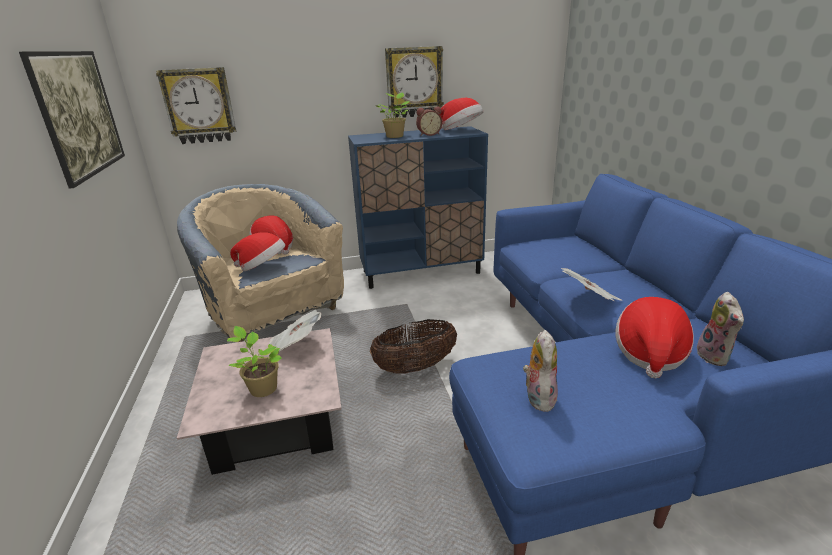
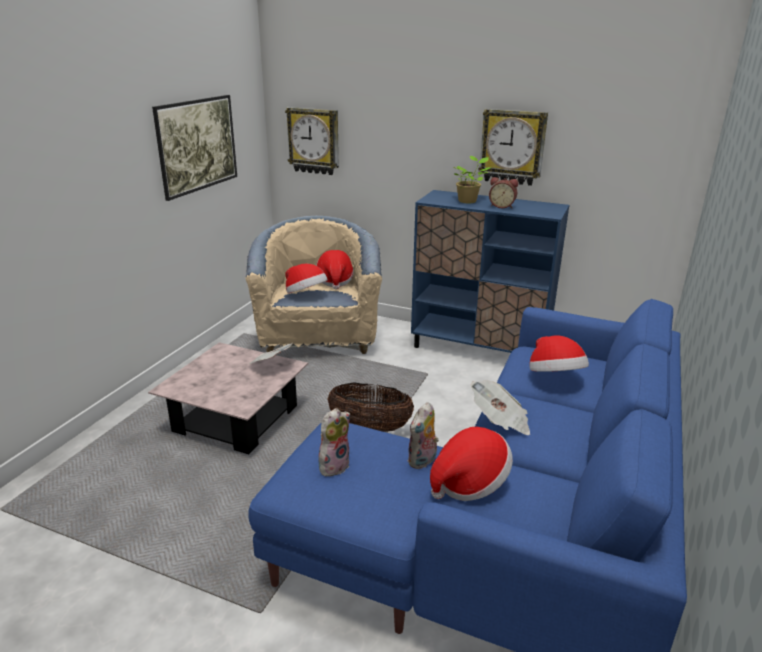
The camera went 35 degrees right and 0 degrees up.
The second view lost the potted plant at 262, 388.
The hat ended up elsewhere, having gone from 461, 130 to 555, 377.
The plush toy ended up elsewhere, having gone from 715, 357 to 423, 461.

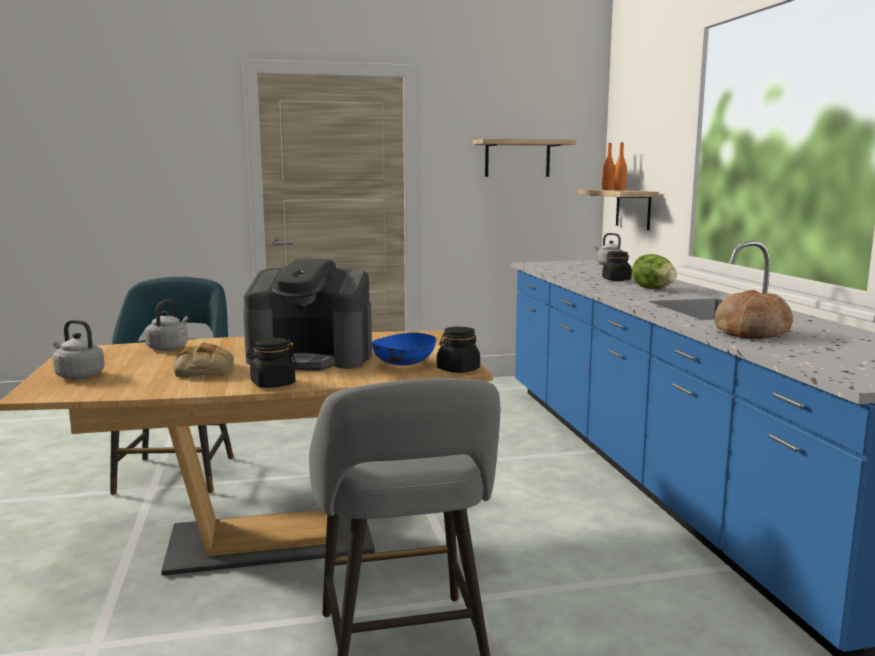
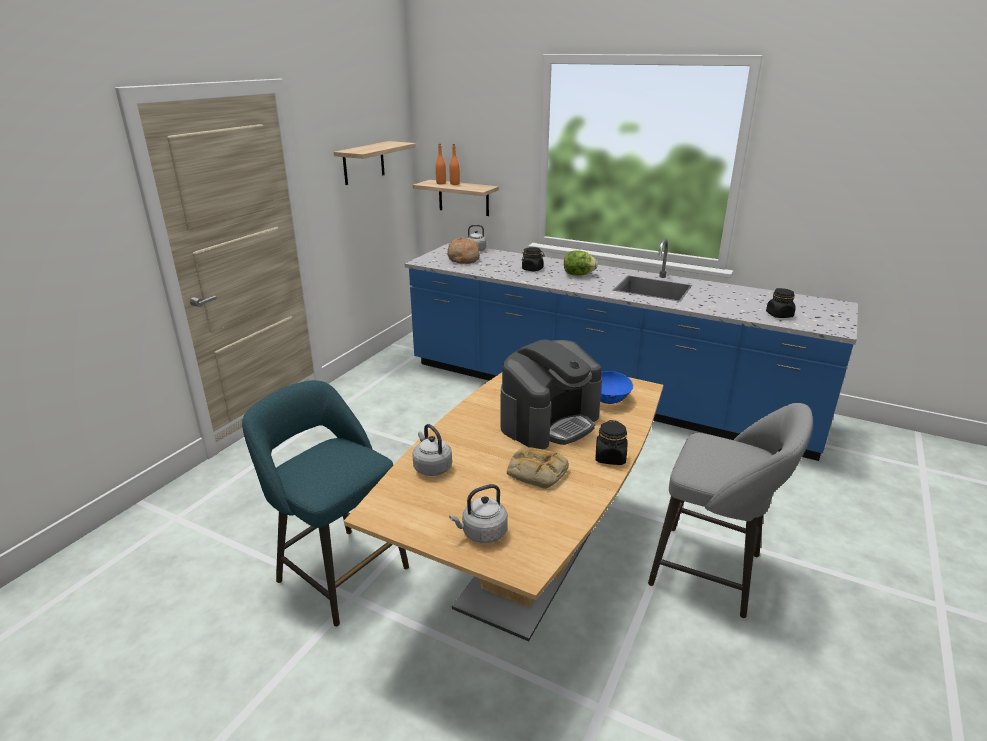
The camera went 50 degrees left and 15 degrees up.
The black jar ended up elsewhere, having gone from 458, 370 to 779, 315.
The bread ended up elsewhere, having gone from 750, 332 to 463, 259.

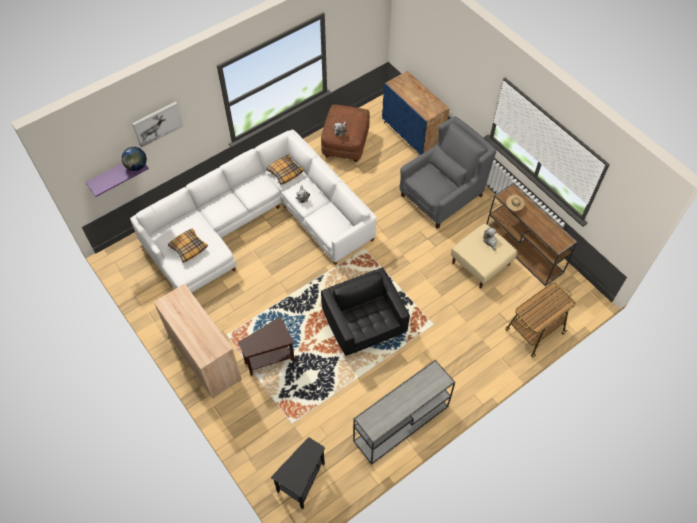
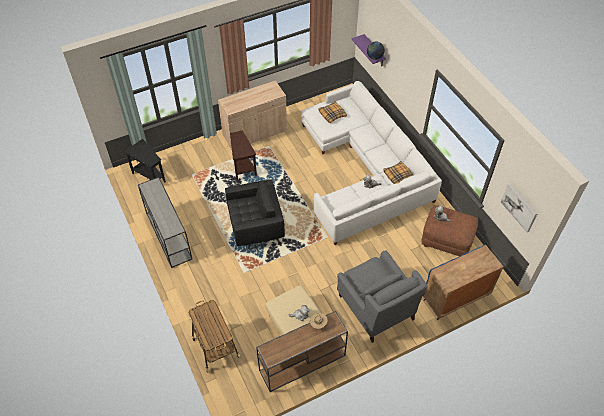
The camera went 100 degrees right and 5 degrees down.
The picture ended up elsewhere, having gone from 157, 123 to 519, 207.

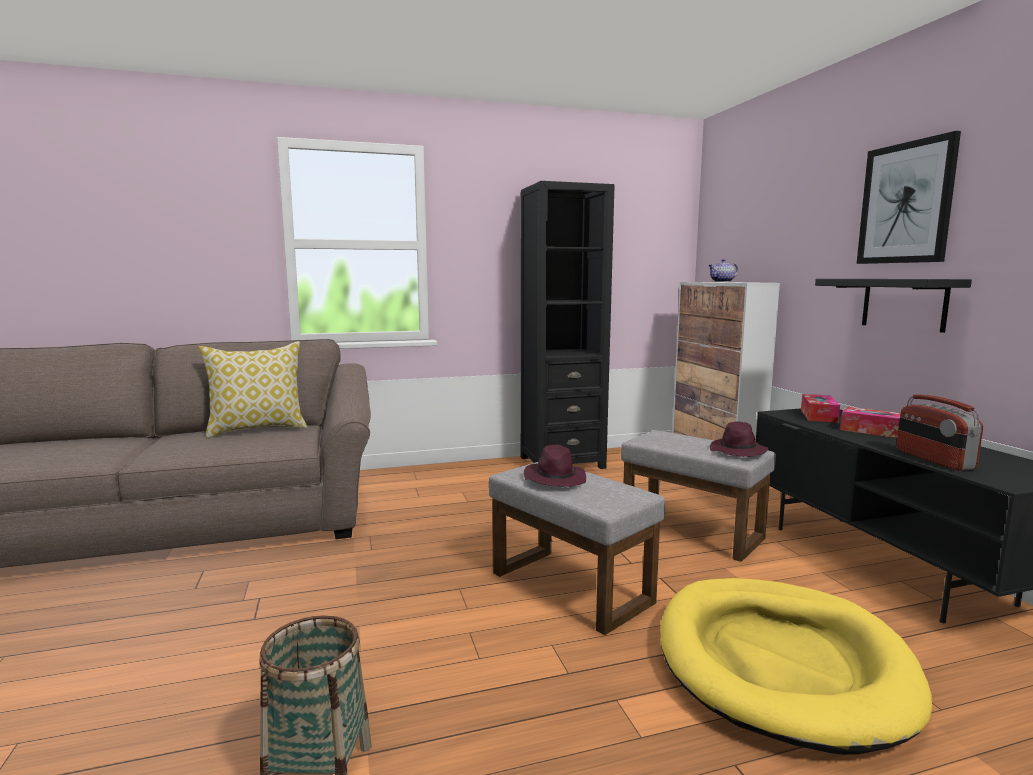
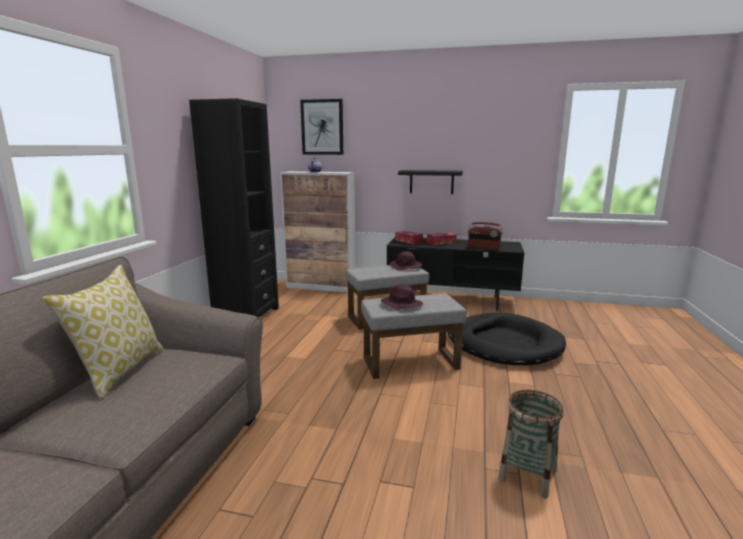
The camera went 60 degrees left and 5 degrees up.
What was the yellow dog bed at 780, 663 turned into the black dog bed at 503, 343.
The picture ended up elsewhere, having gone from 906, 203 to 322, 127.

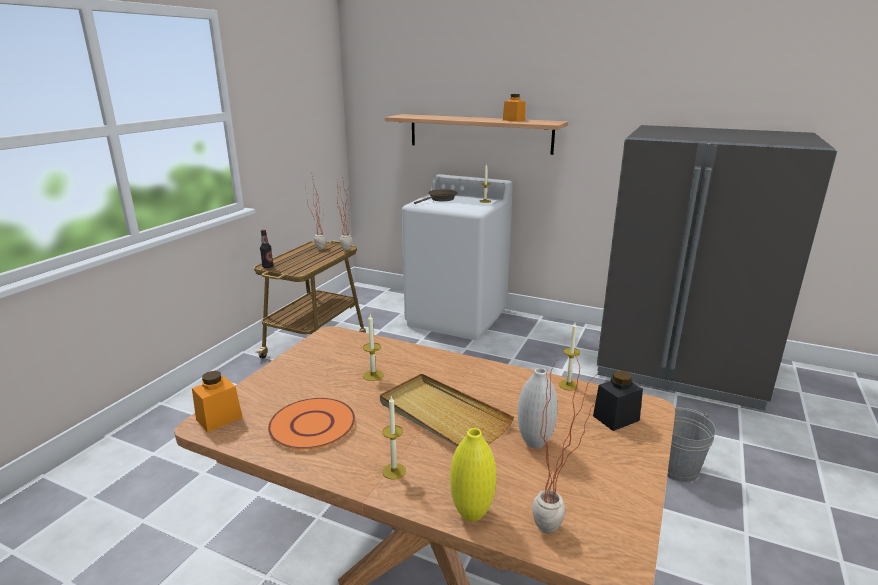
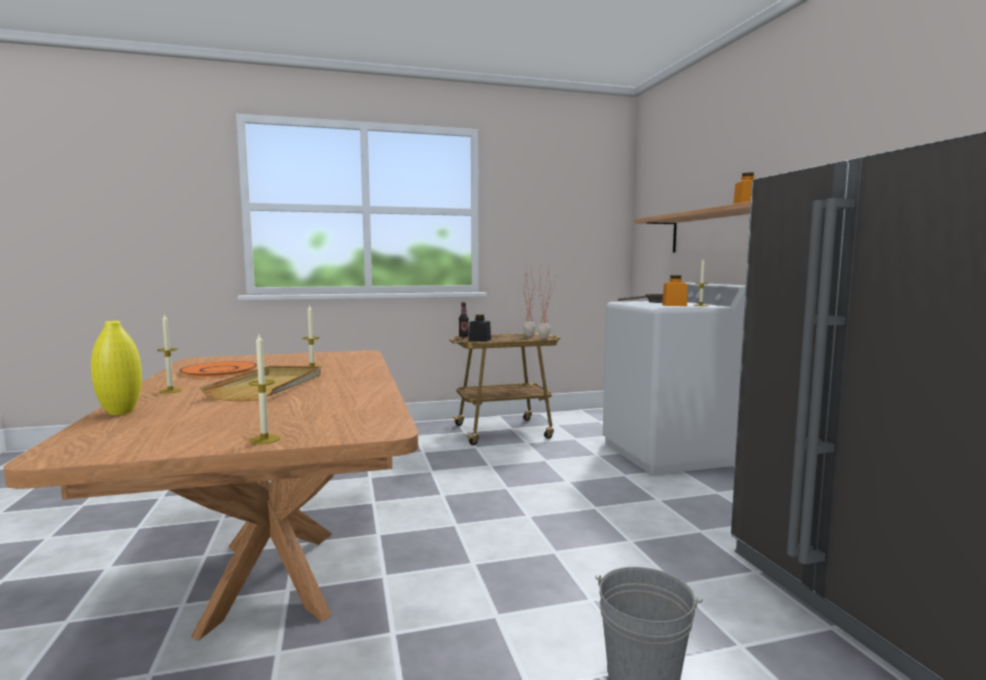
The camera went 50 degrees right and 15 degrees down.
The orange jar ended up elsewhere, having gone from 219, 418 to 674, 305.
The second view lost the white vase at 534, 443.
The second view lost the potted plant at 557, 529.
The candle ended up elsewhere, having gone from 568, 385 to 264, 439.
The black jar ended up elsewhere, having gone from 616, 418 to 479, 340.

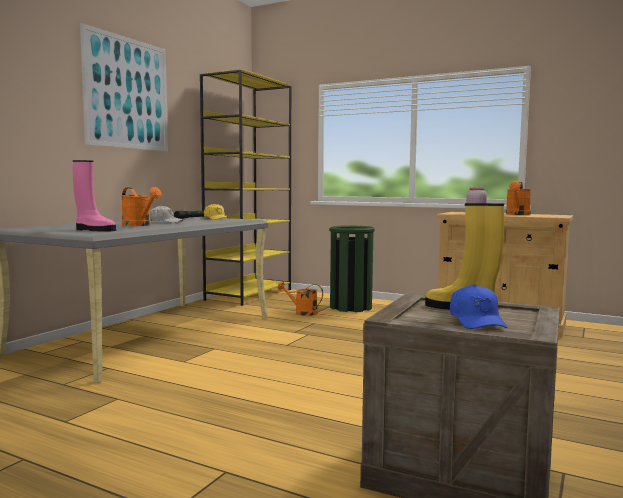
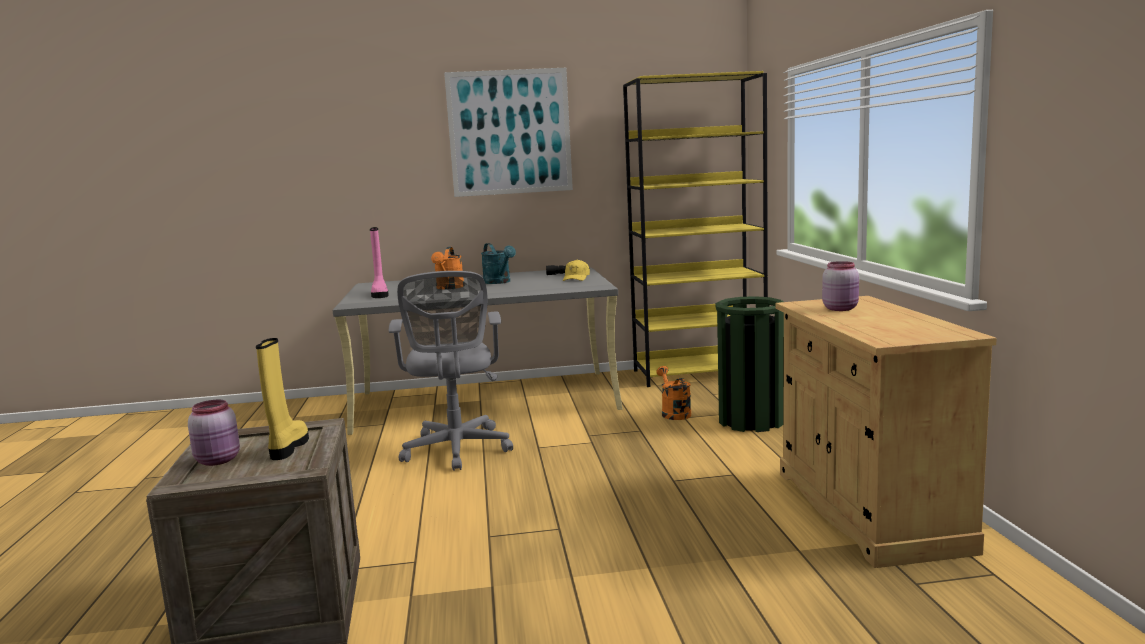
The camera went 55 degrees right and 5 degrees up.
Where the white cap stood at 165, 222, the turquoise watering can came to stand at 499, 282.
Where the blue cap stood at 476, 321, the pink jar came to stand at 219, 460.
The second view lost the orange watering can at 517, 214.
The second view gained the grey office chair at 457, 451.

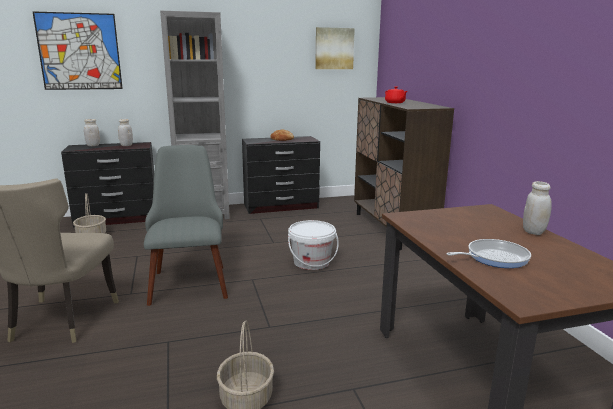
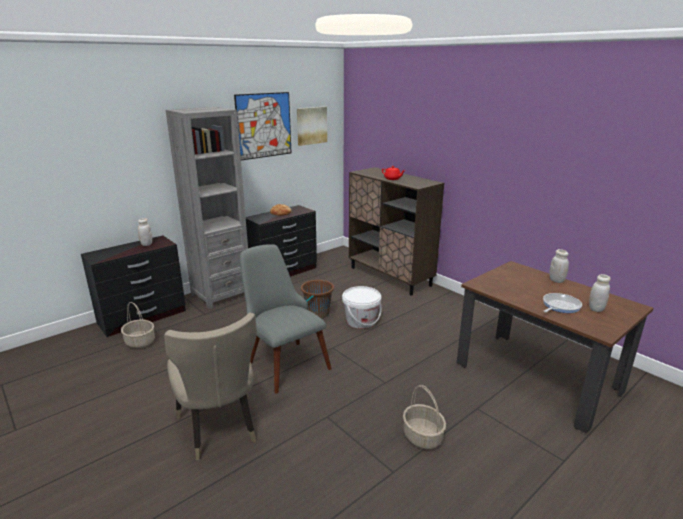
The camera went 25 degrees left and 5 degrees up.
The picture ended up elsewhere, having gone from 79, 51 to 264, 125.
The white jar ended up elsewhere, having gone from 93, 145 to 596, 309.
The second view gained the brown bucket at 317, 313.

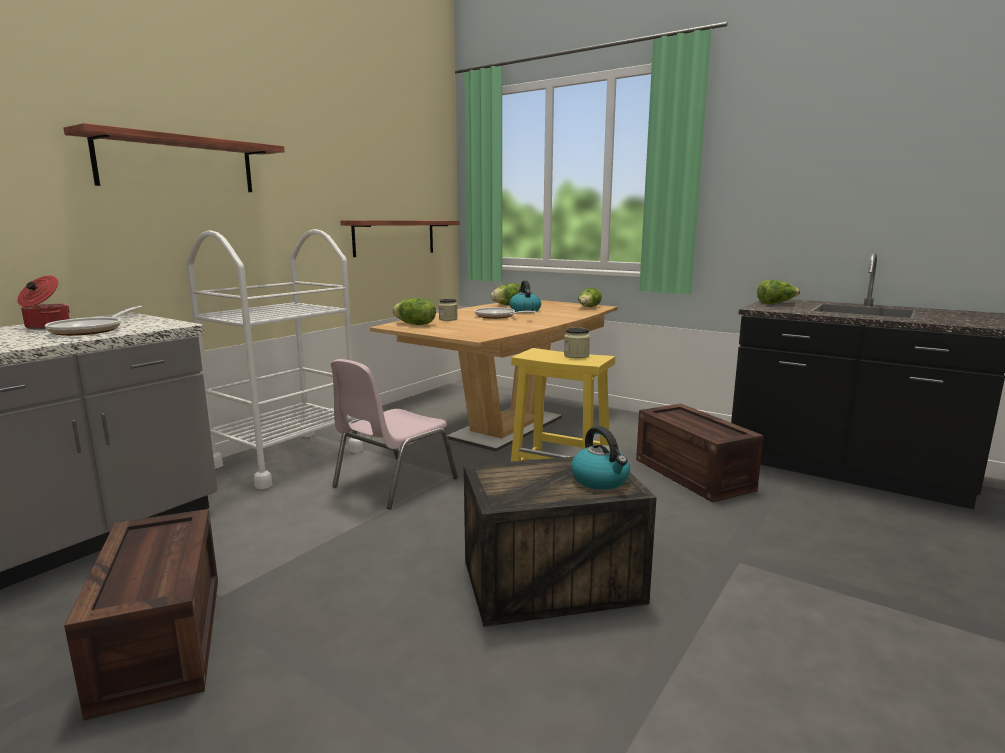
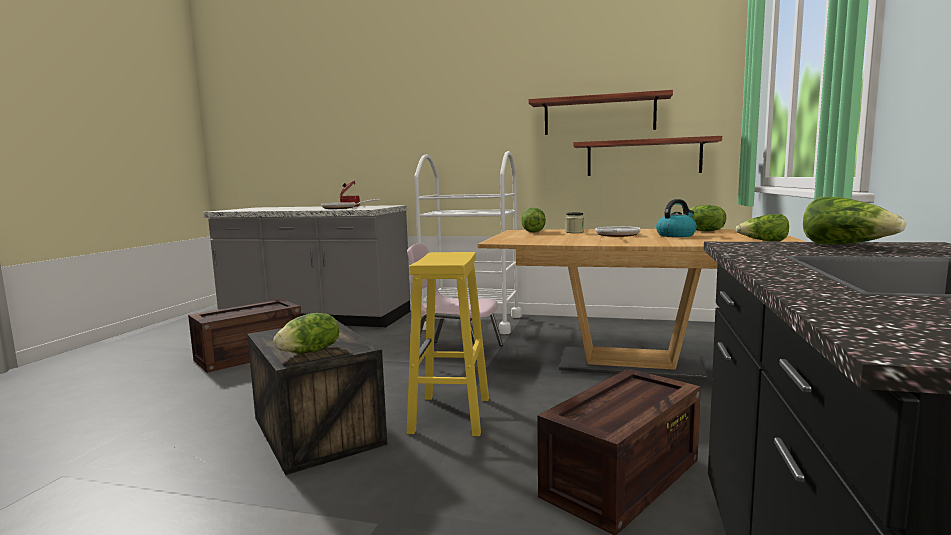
The camera went 70 degrees right and 5 degrees down.
The shelf ended up elsewhere, having gone from 178, 164 to 599, 115.
The second view lost the jar at 576, 355.
Where the kettle stood at 601, 480, the lettuce came to stand at 310, 352.

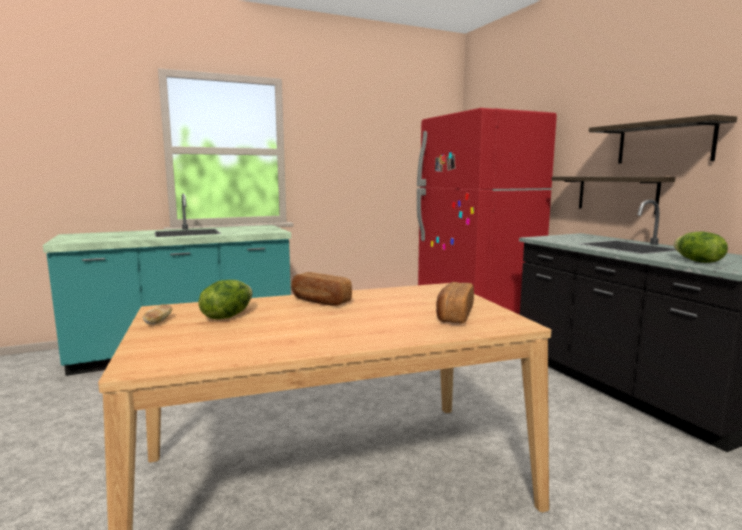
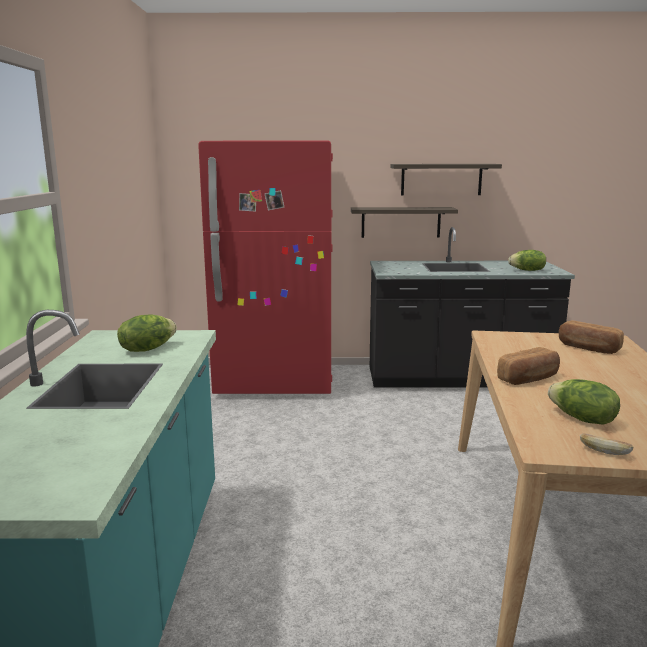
The camera went 65 degrees left and 5 degrees up.
The second view gained the lettuce at 147, 349.

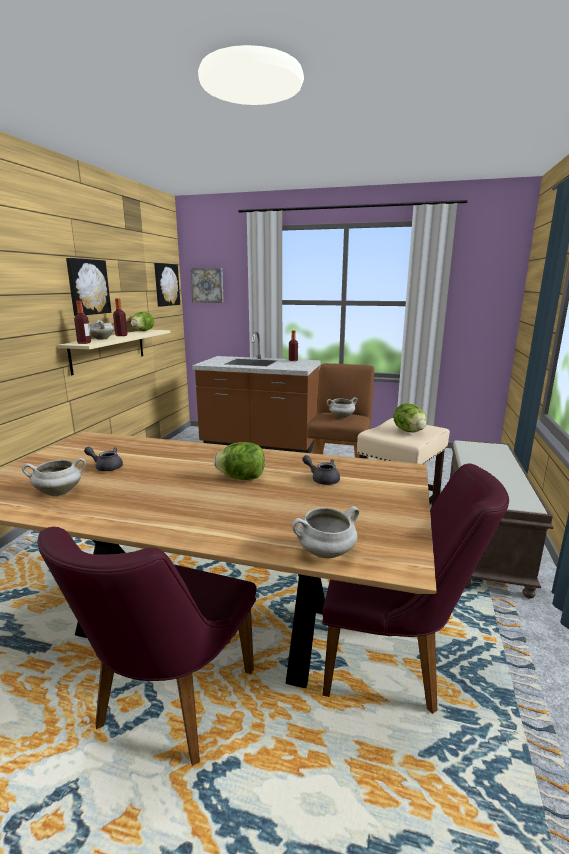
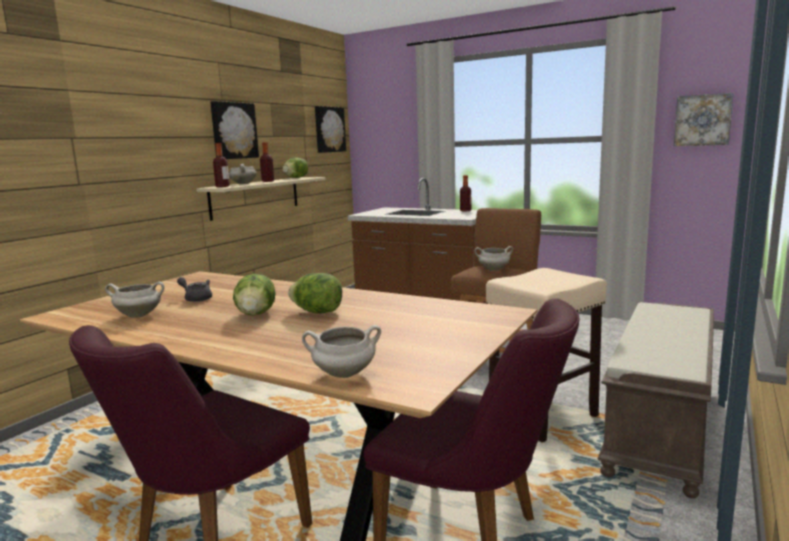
The camera went 15 degrees right and 5 degrees down.
The picture ended up elsewhere, having gone from 207, 285 to 702, 120.
The second view lost the grey teapot at 322, 479.
The lettuce ended up elsewhere, having gone from 409, 431 to 256, 314.

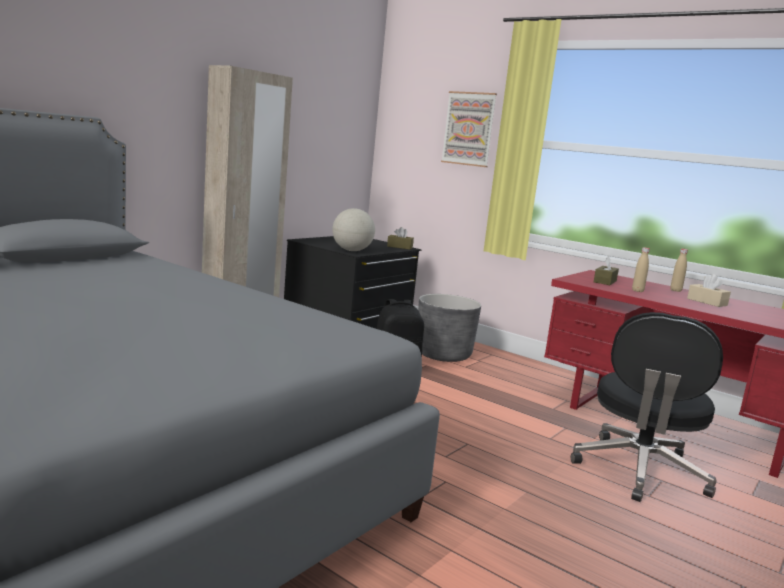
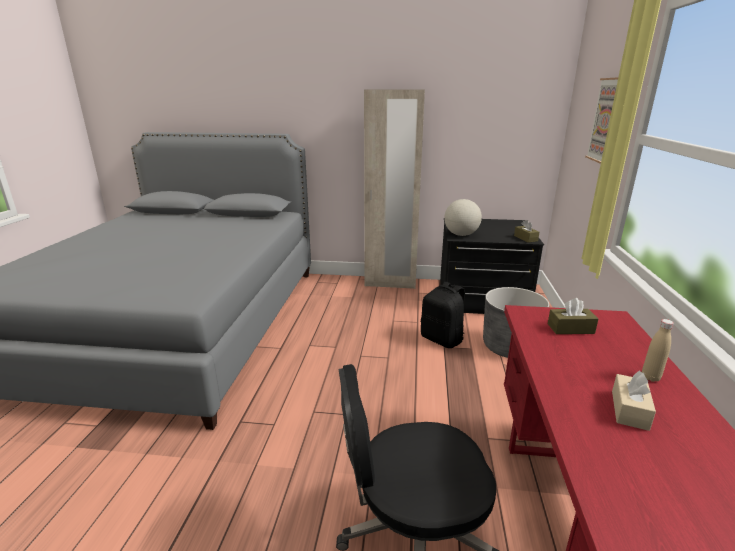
The camera went 60 degrees right and 10 degrees up.
The second view lost the beige bottle at 637, 291.

